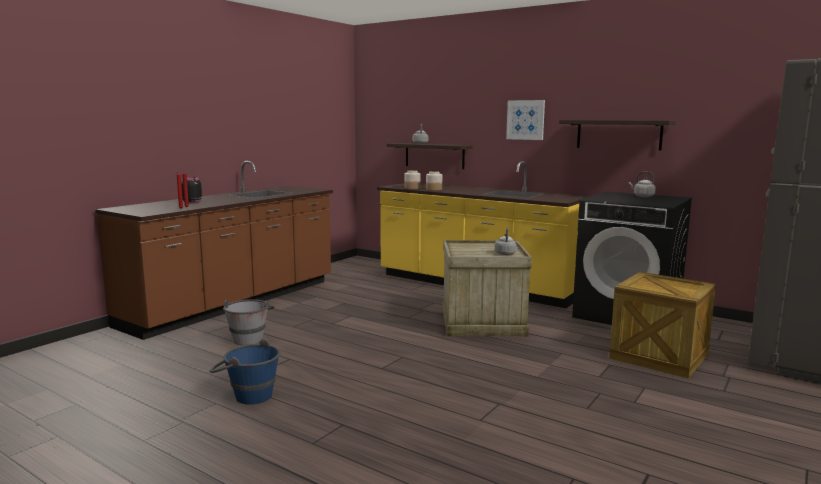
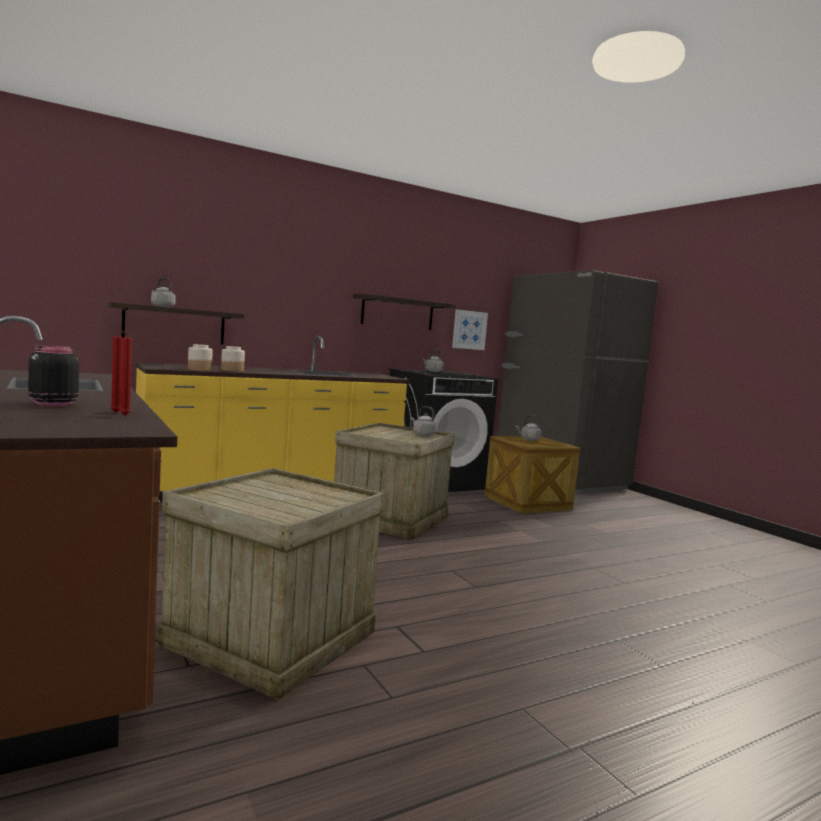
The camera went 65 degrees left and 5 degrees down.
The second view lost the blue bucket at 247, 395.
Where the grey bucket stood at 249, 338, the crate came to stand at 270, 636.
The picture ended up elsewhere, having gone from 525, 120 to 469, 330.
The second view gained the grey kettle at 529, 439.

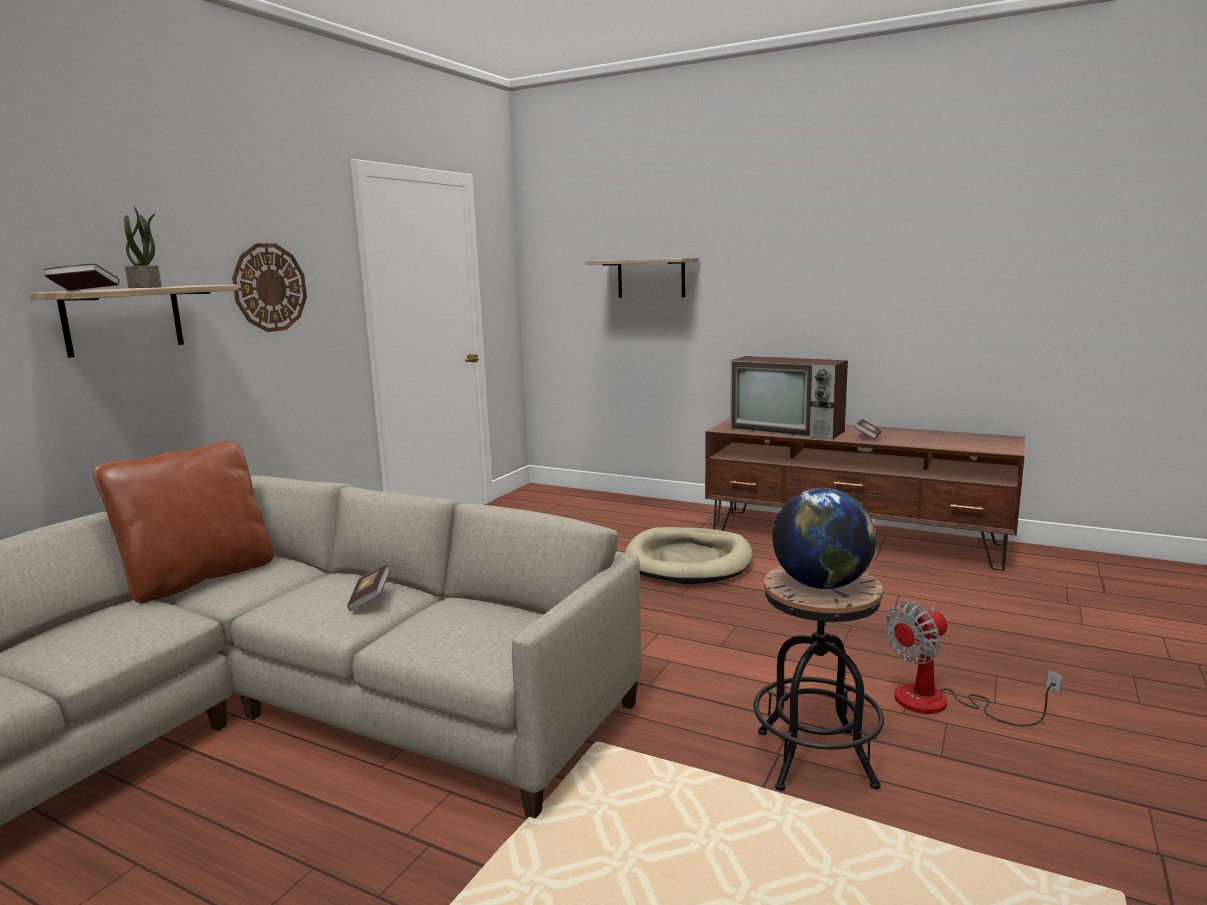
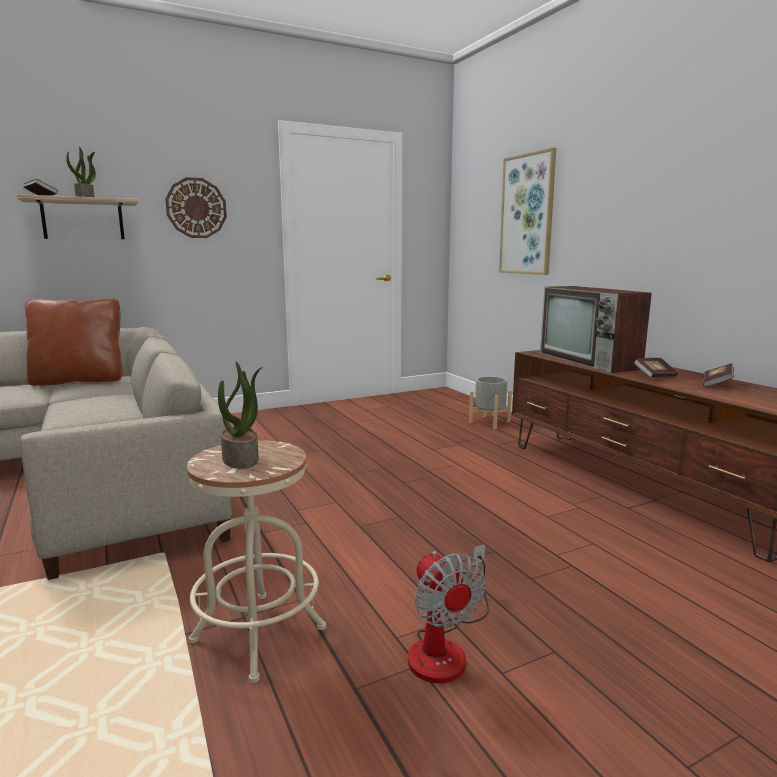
The camera went 35 degrees right and 0 degrees up.
The book ended up elsewhere, having gone from 370, 598 to 717, 384.
Where the shelf hung at 651, 278, the picture came to hang at 527, 215.
The second view lost the beige dog bed at 688, 561.
What was the black stool at 815, 759 turned into the beige stool at 258, 634.
Where the globe stood at 821, 585, the potted plant came to stand at 241, 459.
The fan at 941, 704 ended up facing another way, 120 degrees counterclockwise from before.
The second view gained the grey planter at 489, 422.

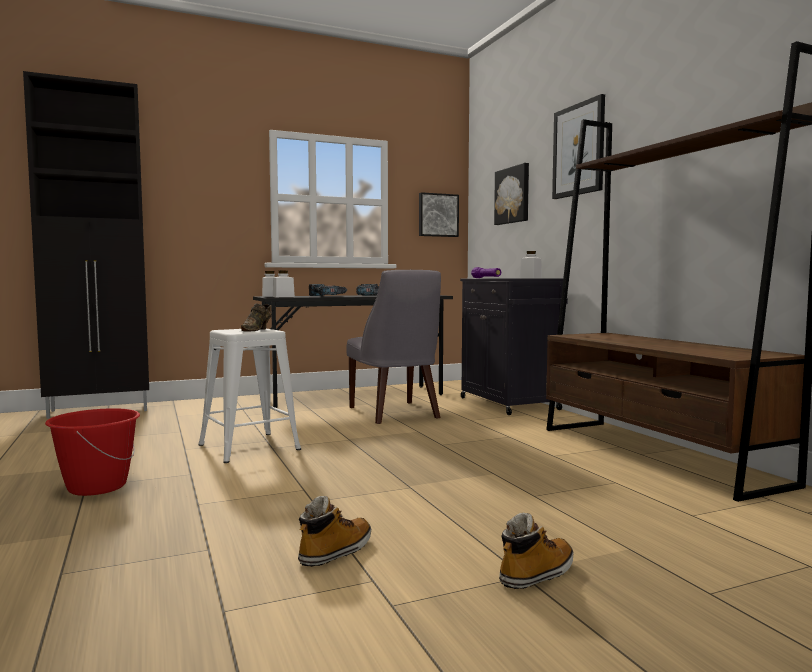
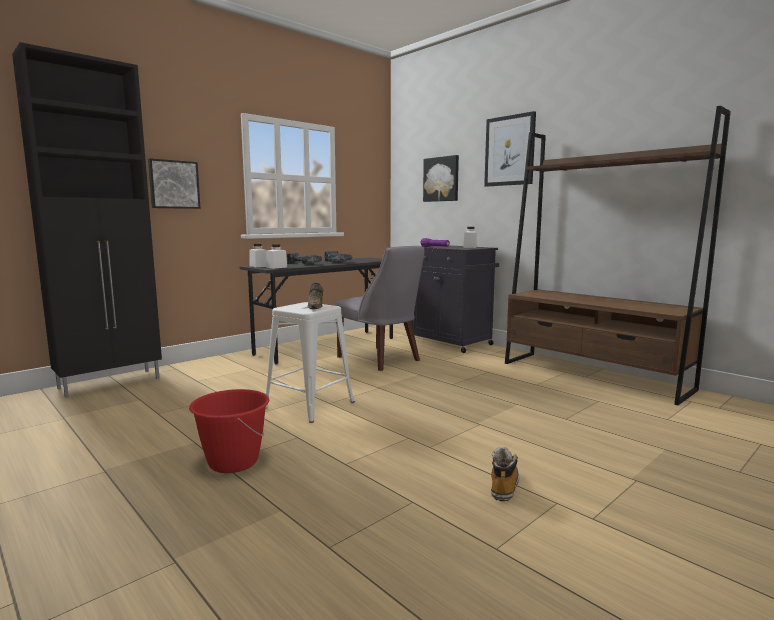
The camera went 20 degrees left and 5 degrees up.
The picture ended up elsewhere, having gone from 438, 215 to 174, 184.
The second view lost the boot at 537, 574.

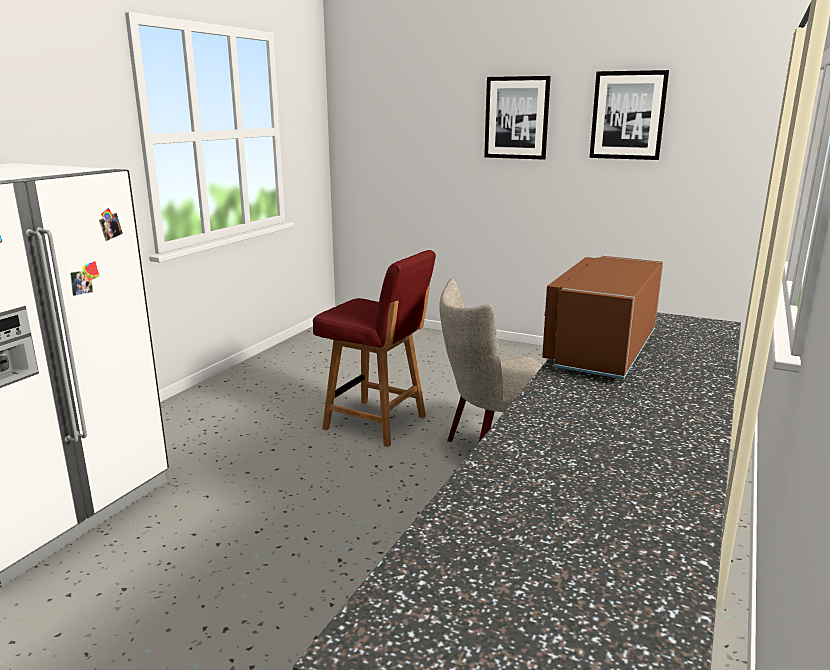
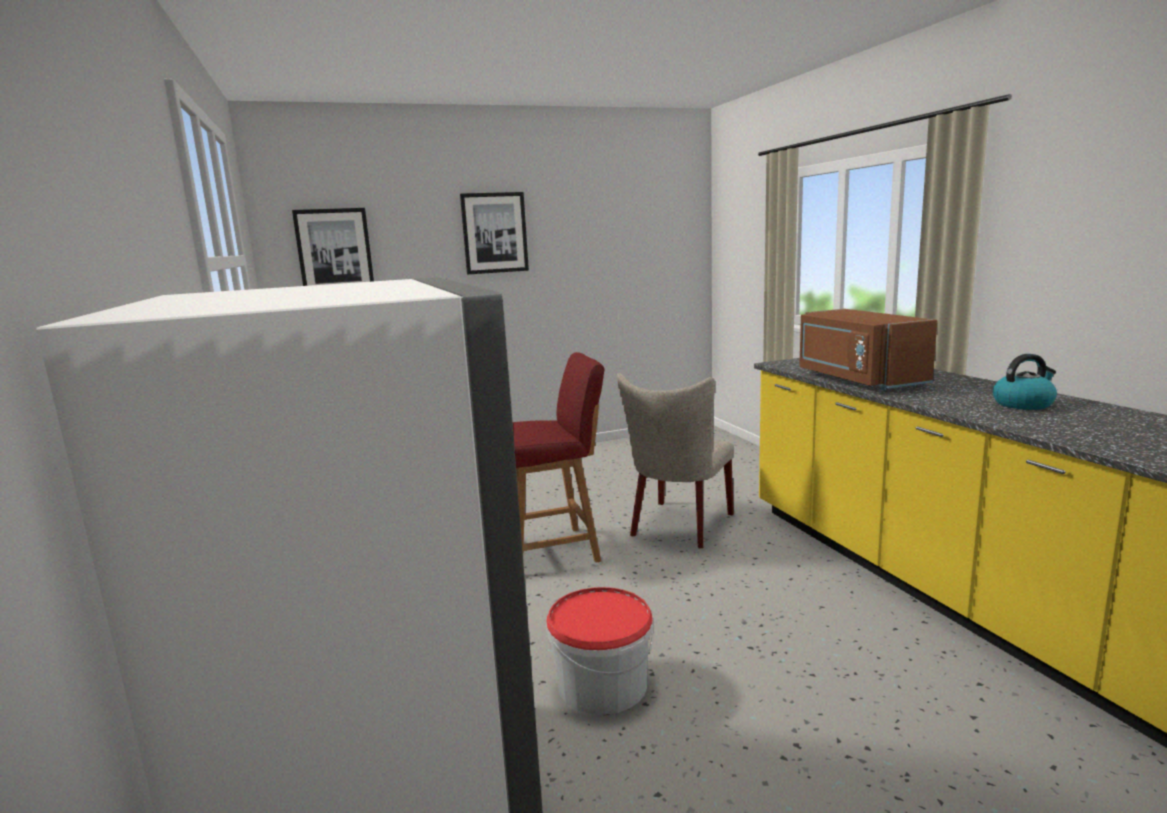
The camera went 45 degrees left and 5 degrees down.
The picture ended up elsewhere, having gone from 628, 115 to 334, 251.
The second view gained the bucket at 602, 684.
The second view gained the kettle at 1023, 404.

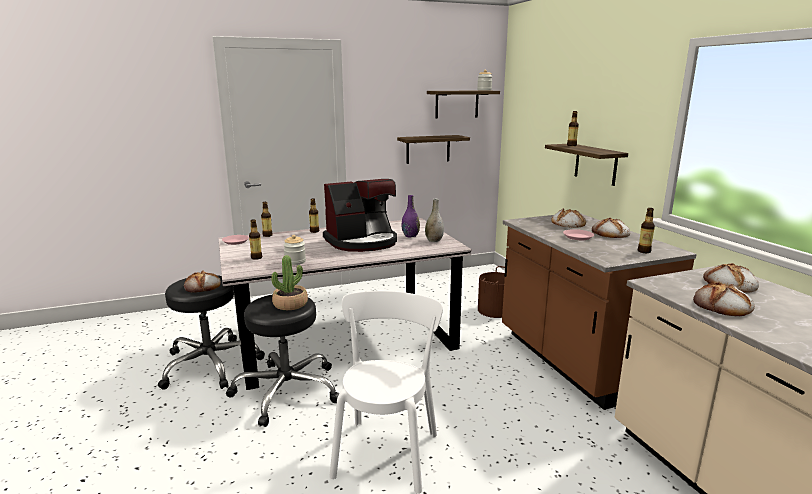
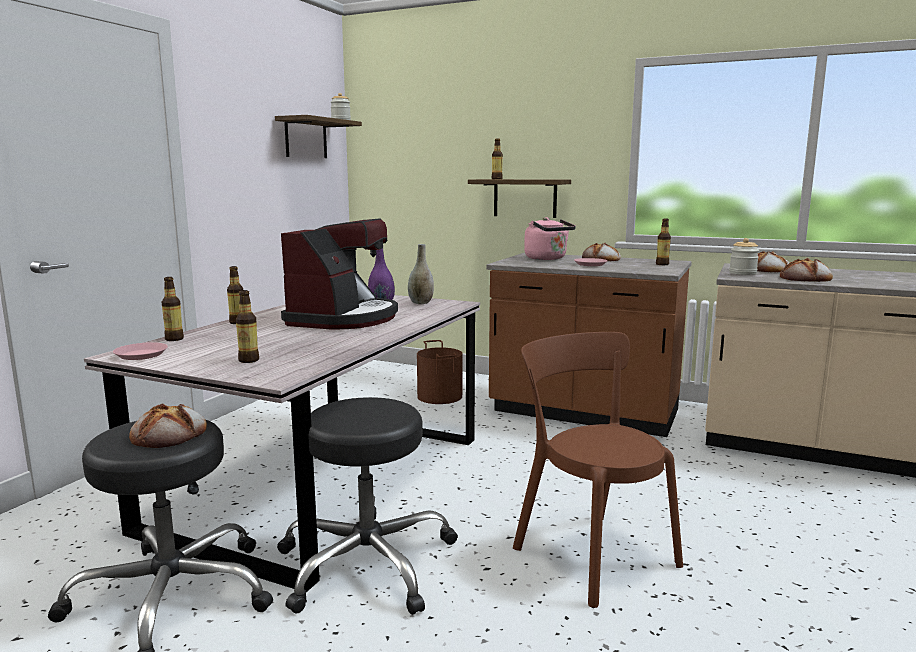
The camera went 45 degrees left and 5 degrees down.
The second view lost the potted plant at 290, 304.
The jar ended up elsewhere, having gone from 295, 262 to 742, 273.
What was the white chair at 387, 450 turned into the brown chair at 590, 553.
The second view lost the shelf at 428, 149.
Where the bread stood at 568, 223, the pink kettle came to stand at 547, 259.

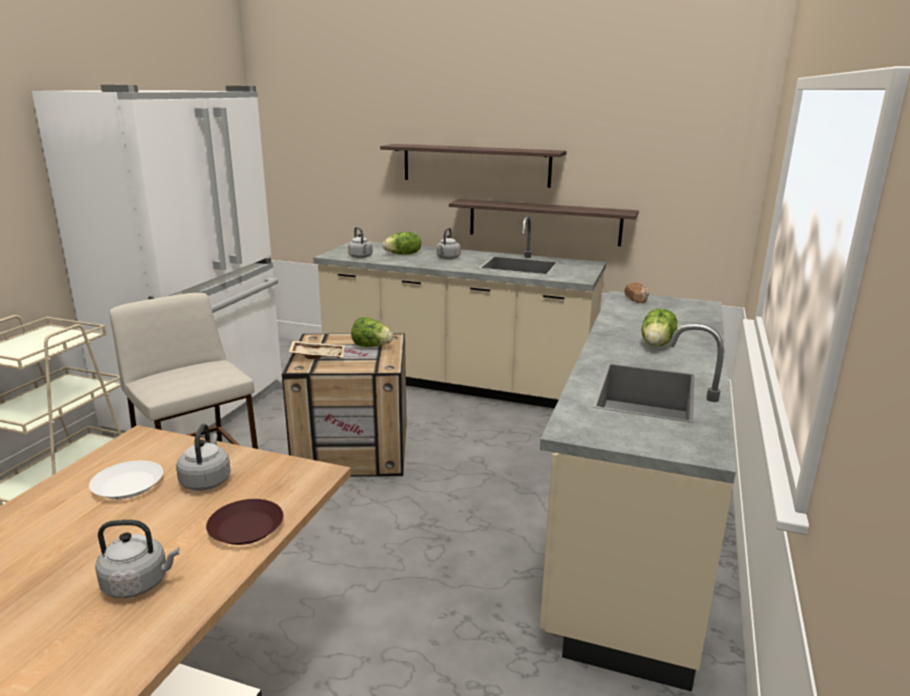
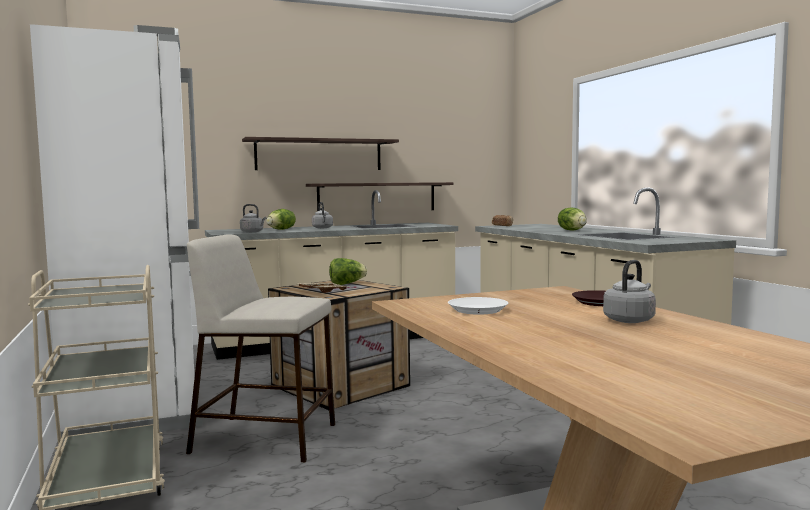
The camera went 40 degrees left and 15 degrees down.
The second view lost the grey kettle at 206, 480.

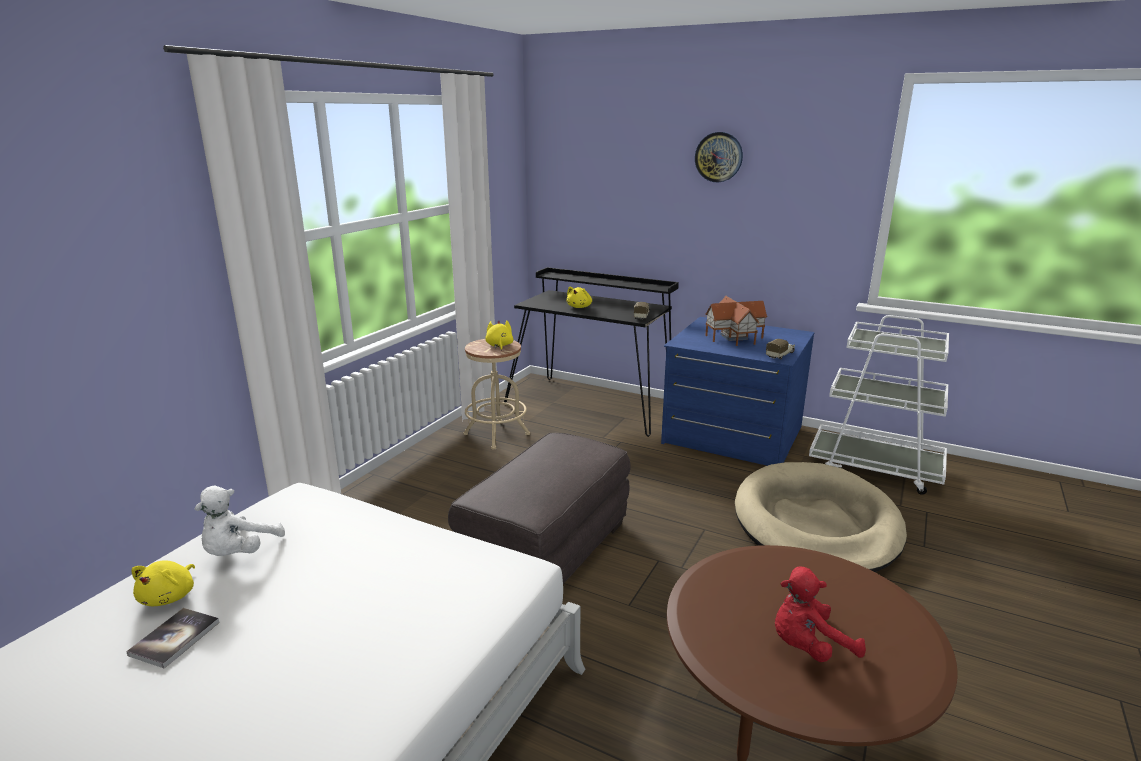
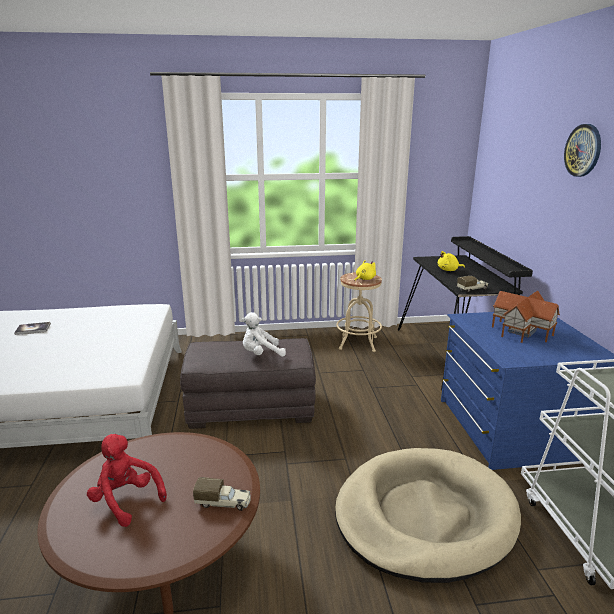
The camera went 55 degrees right and 0 degrees up.
The second view lost the yellow plush toy at 170, 596.
The white plush toy ended up elsewhere, having gone from 239, 552 to 261, 354.
The toy truck ended up elsewhere, having gone from 780, 355 to 223, 503.

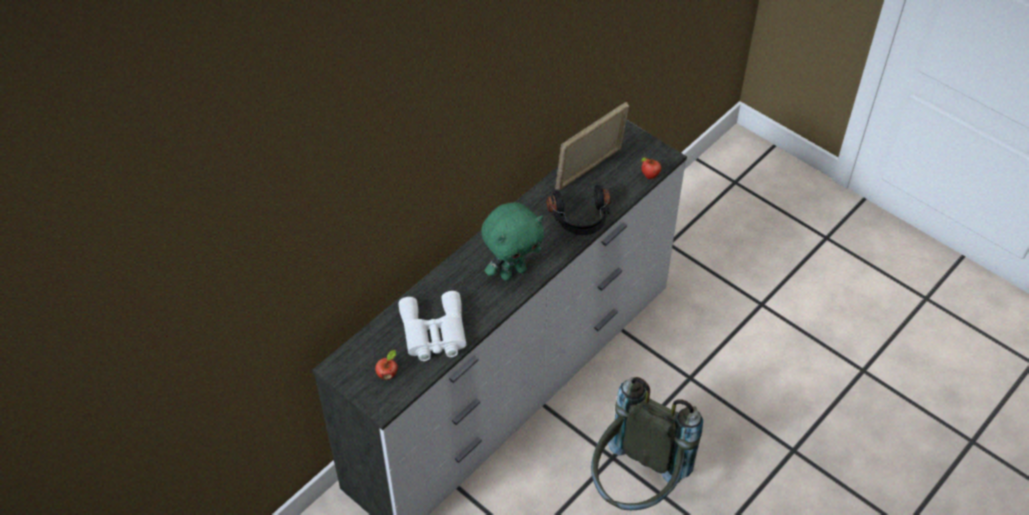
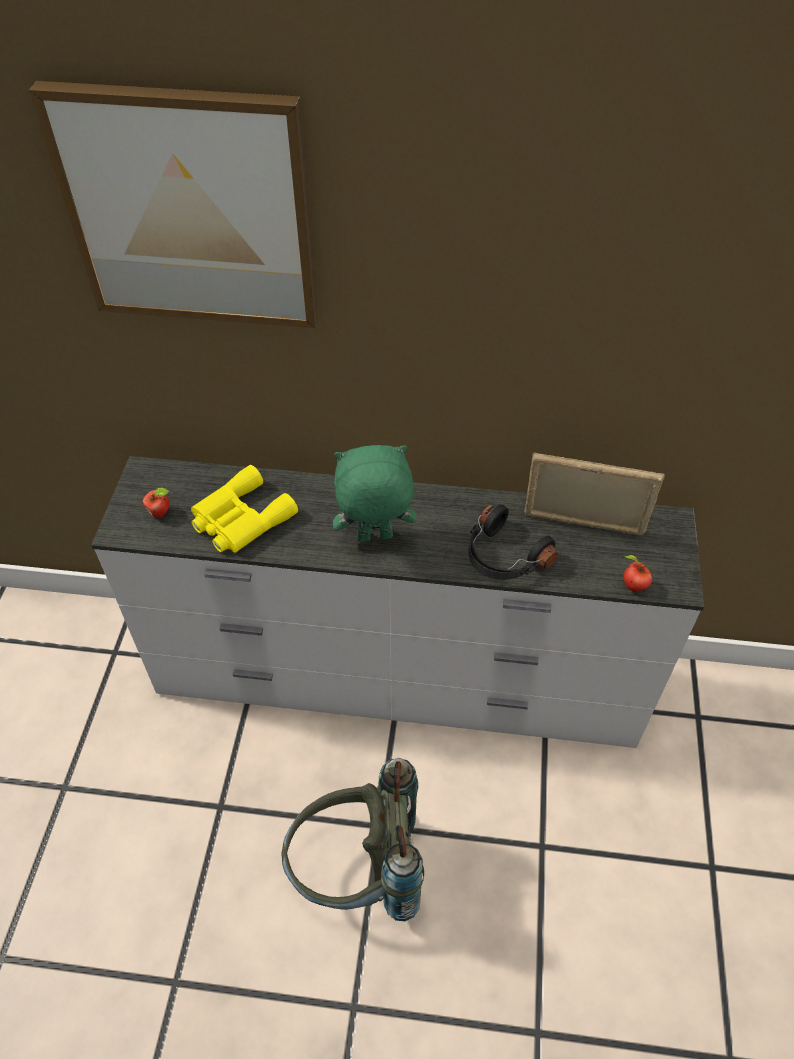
The camera went 55 degrees right and 0 degrees up.
What was the white binoculars at 434, 333 turned into the yellow binoculars at 239, 519.
The green plush toy at 513, 272 ended up facing another way, 150 degrees clockwise from before.
The second view gained the picture at 190, 210.

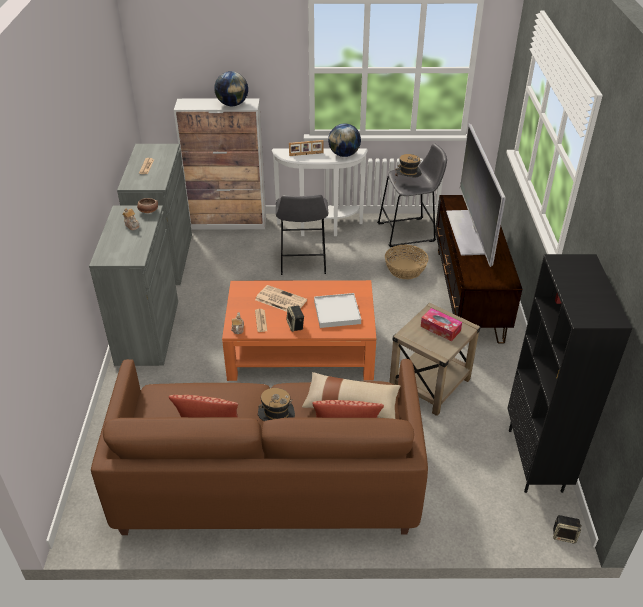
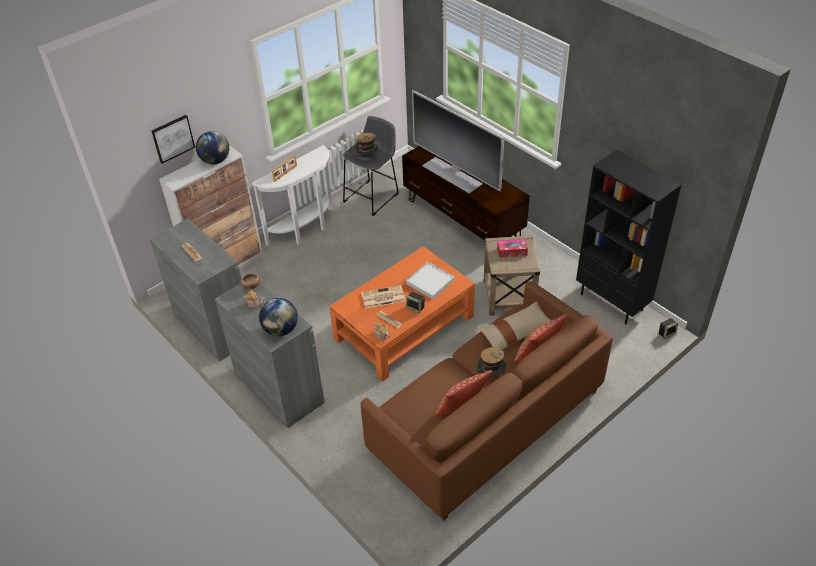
The camera went 40 degrees left and 5 degrees up.
The second view lost the grey stool at 302, 262.
The globe ended up elsewhere, having gone from 344, 154 to 281, 329.
The second view lost the basket at 405, 269.
The second view gained the picture at 172, 138.

